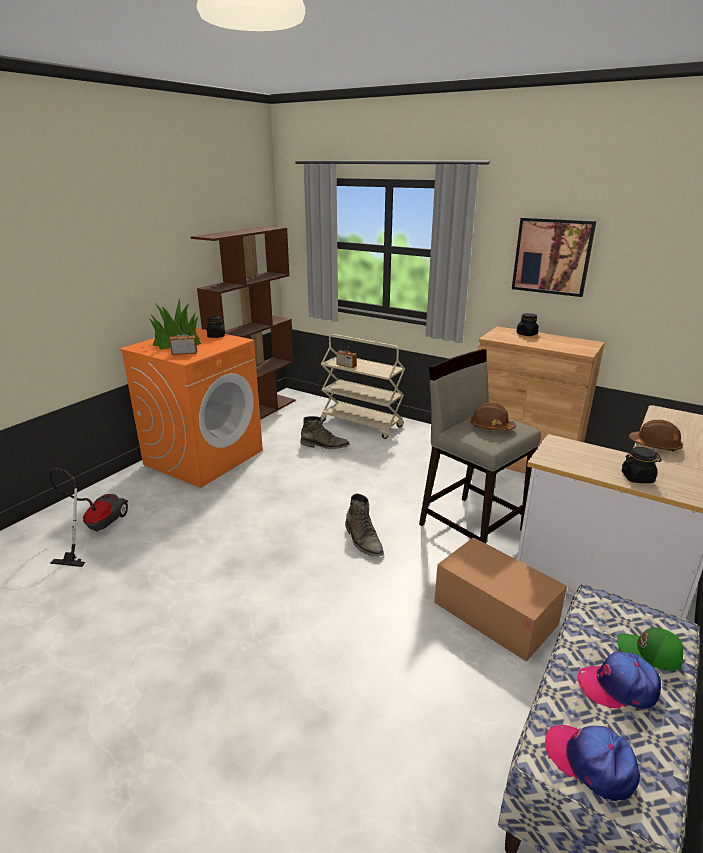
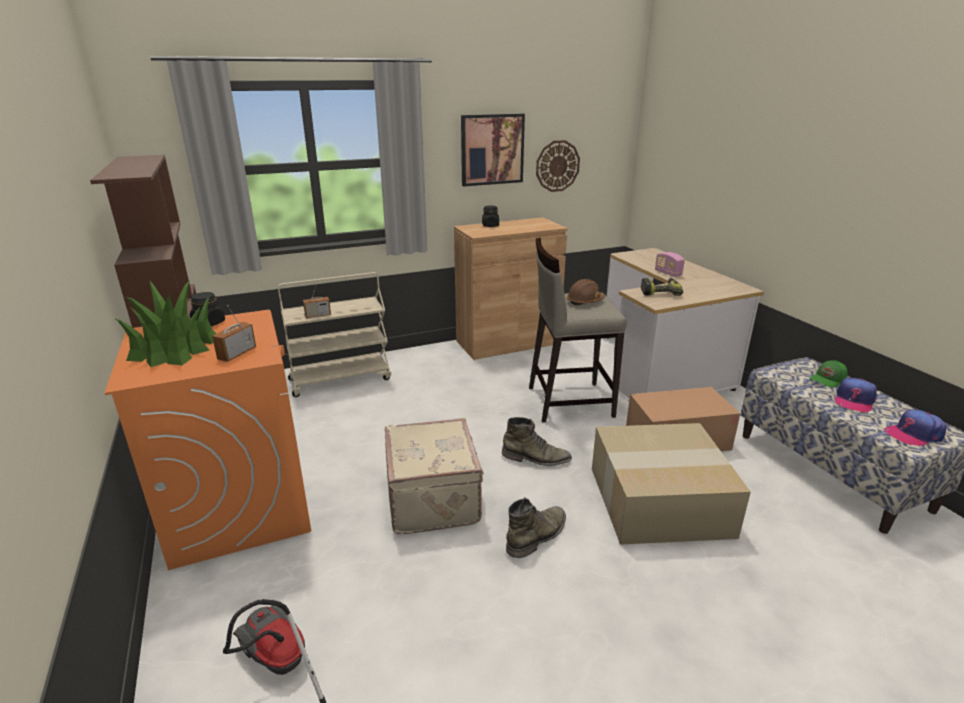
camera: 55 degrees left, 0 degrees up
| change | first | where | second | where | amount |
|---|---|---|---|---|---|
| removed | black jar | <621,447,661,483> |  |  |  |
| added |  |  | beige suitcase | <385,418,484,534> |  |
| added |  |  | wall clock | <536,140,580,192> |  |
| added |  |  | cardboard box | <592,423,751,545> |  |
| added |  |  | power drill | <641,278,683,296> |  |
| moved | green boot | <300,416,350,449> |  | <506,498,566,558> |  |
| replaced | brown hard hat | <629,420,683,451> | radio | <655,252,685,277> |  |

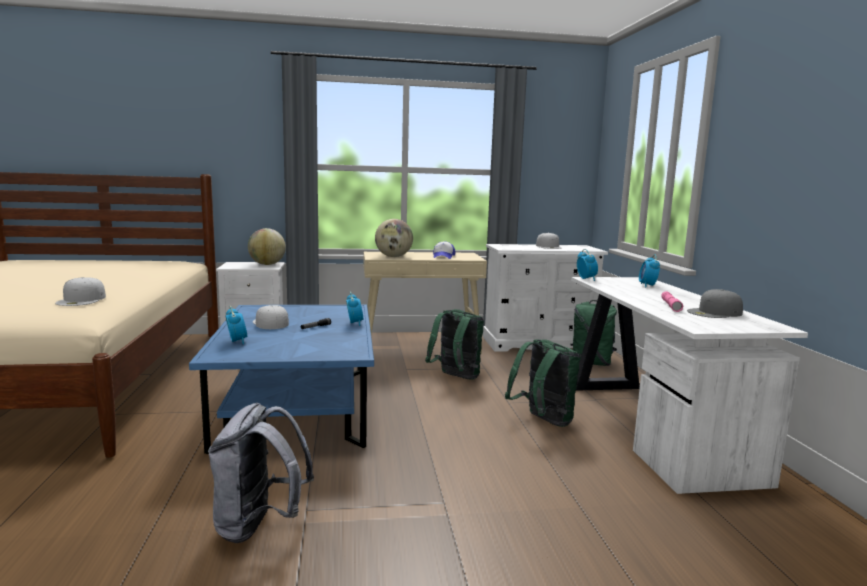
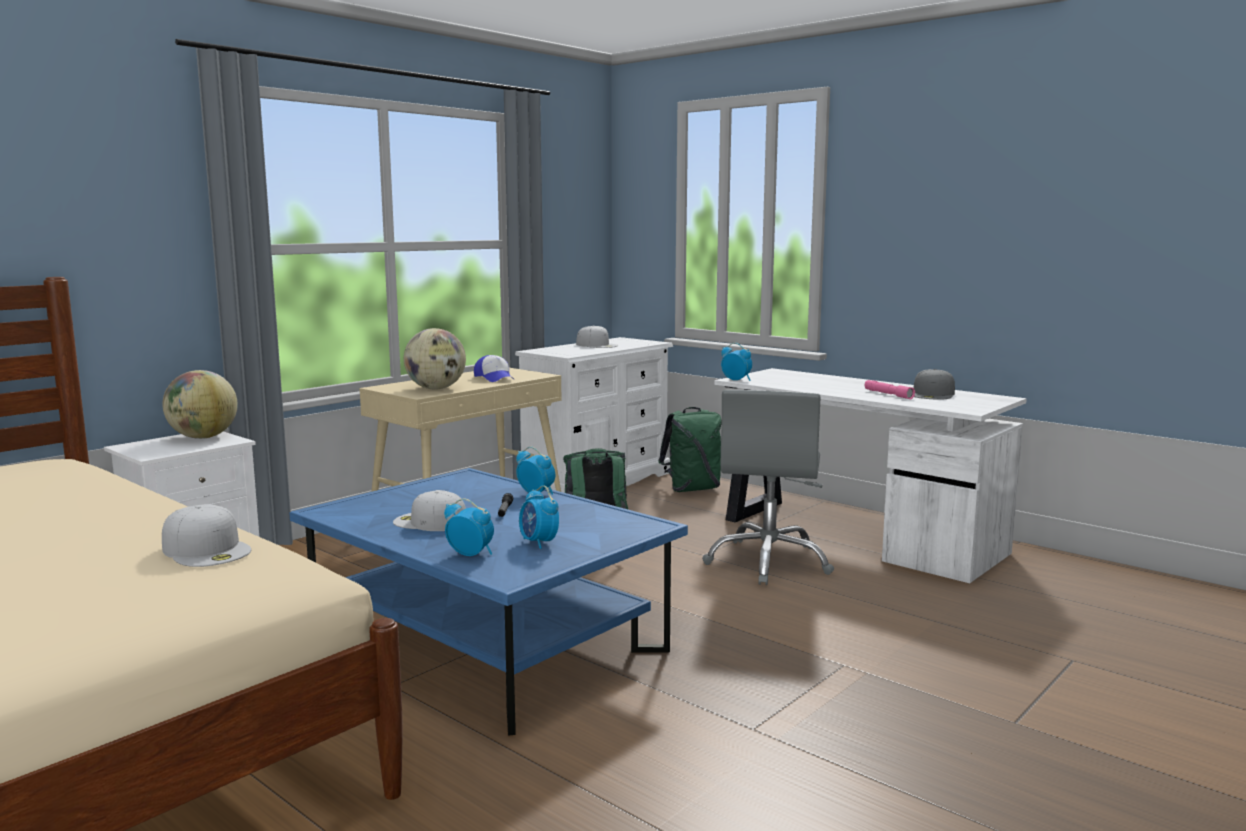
camera: 40 degrees left, 0 degrees up
| change | first | where | second | where | amount |
|---|---|---|---|---|---|
| removed | grey backpack | <208,403,314,543> |  |  |  |
| moved | alarm clock | <639,254,660,287> |  | <519,485,559,549> |  |
| replaced | green backpack | <505,339,580,427> | grey office chair | <702,390,834,585> |  |

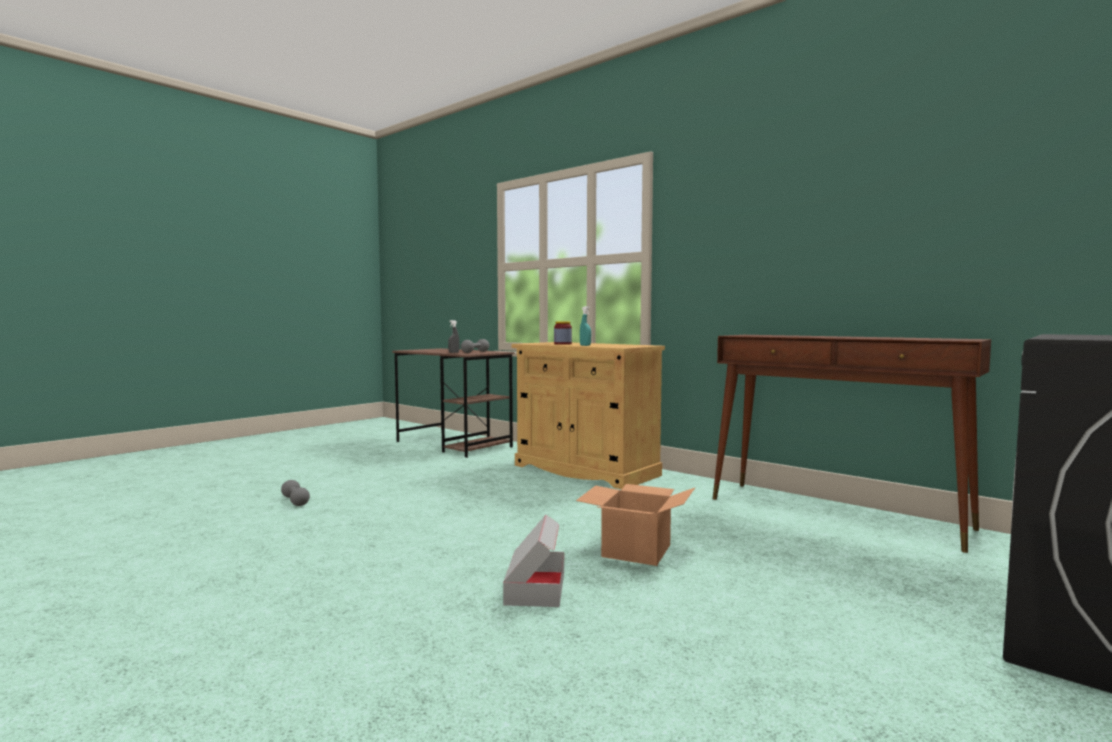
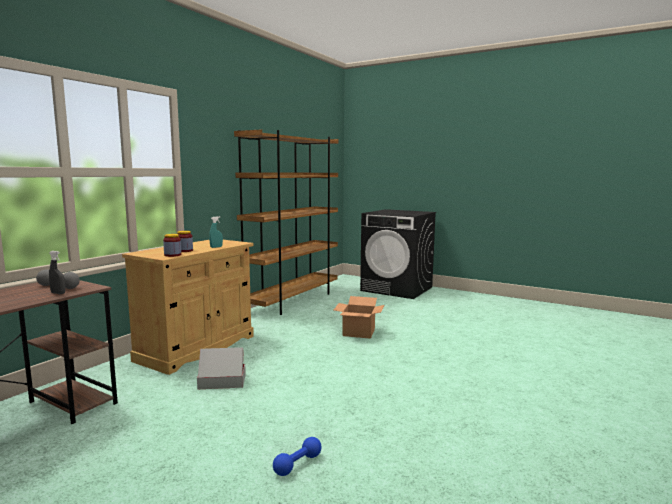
camera: 100 degrees left, 5 degrees up
| change | first | where | second | where | amount |
|---|---|---|---|---|---|
| added |  |  | jar | <163,234,181,257> |  |
| moved | cardboard box | <503,514,564,607> |  | <197,347,246,389> |  |
| replaced | brown console table | <713,335,991,553> | brown bookcase | <234,129,339,315> |  |
| recoloured | grey dumbbell | <281,480,310,506> | blue dumbbell | <273,437,322,476> |  |

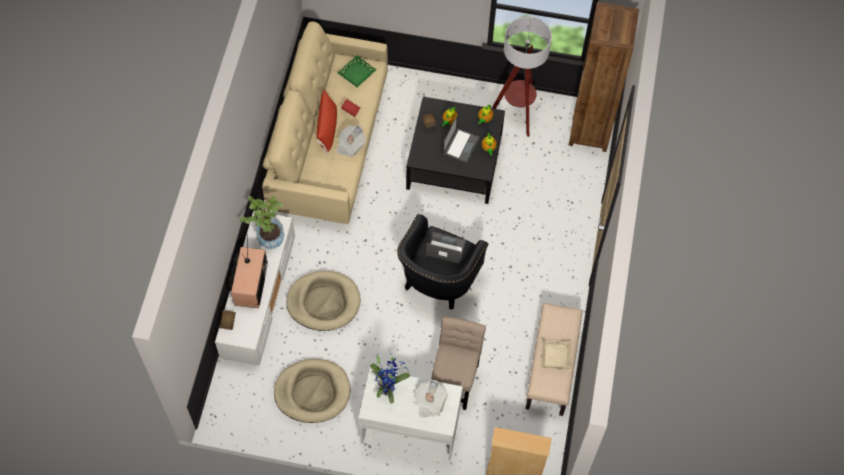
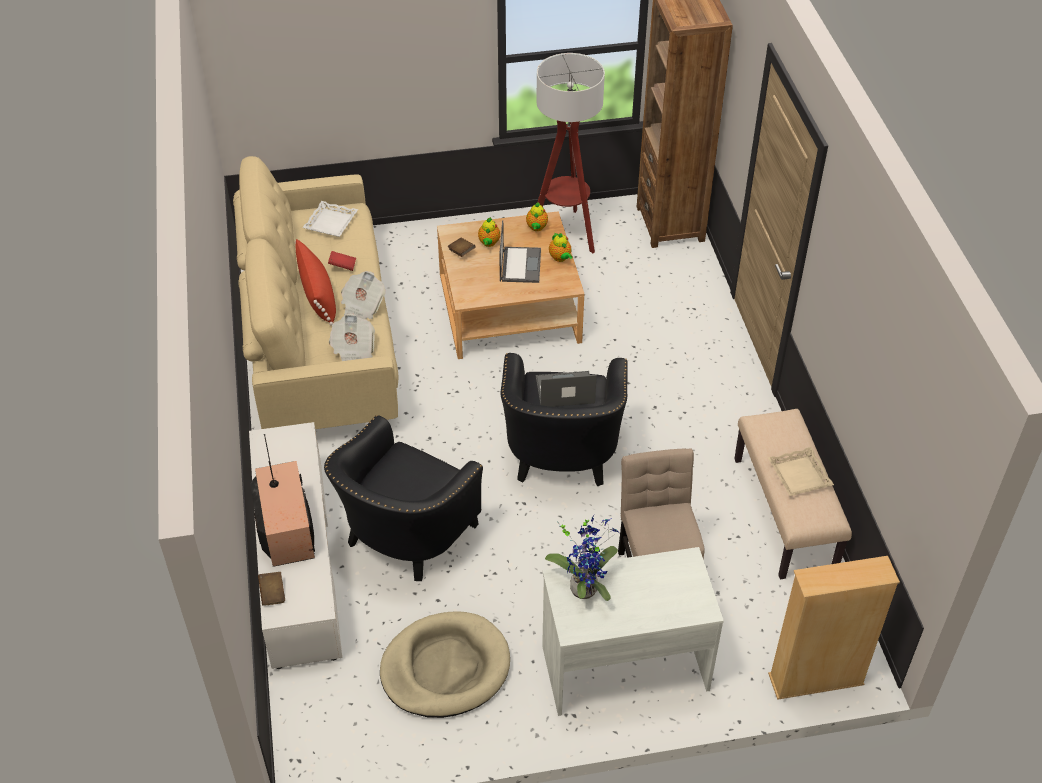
camera: 20 degrees left, 15 degrees down
| change | first | where | second | where | amount |
|---|---|---|---|---|---|
| removed | potted plant | <240,196,284,249> |  |  |  |
| moved | newspaper | <414,380,447,418> |  | <329,313,375,361> |  |
| replaced | beige dog bed | <286,271,360,331> | black armchair | <324,415,483,581> |  |
| recoloured | green tray | <337,55,377,87> | white tray | <302,201,358,237> |  |
| recoloured | black coffee table | <406,96,505,204> | beige coffee table | <437,211,584,359> |  |

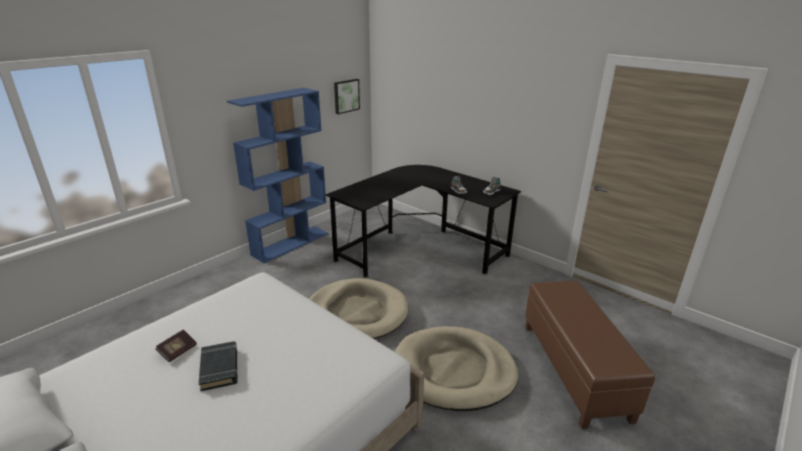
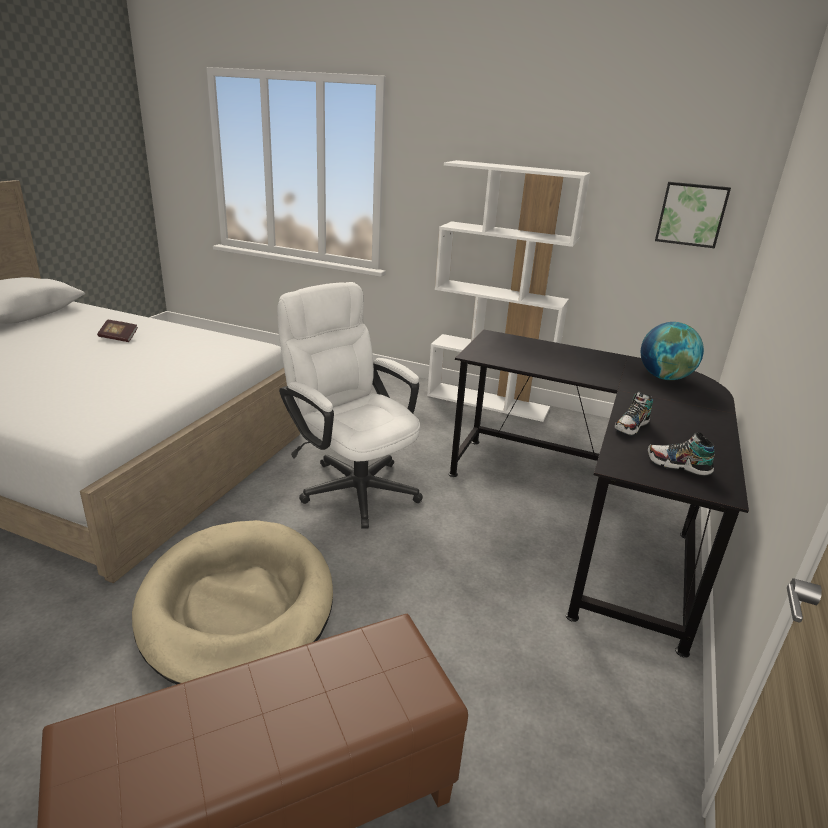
camera: 70 degrees right, 0 degrees up
| change | first | where | second | where | amount |
|---|---|---|---|---|---|
| removed | black book | <199,341,238,391> |  |  |  |
| added |  |  | globe | <641,322,704,380> |  |
| replaced | beige dog bed | <309,278,408,339> | white office chair | <277,282,423,528> |  |
| recoloured | blue bookcase | <227,88,328,263> | white bookcase | <427,160,590,422> |  |

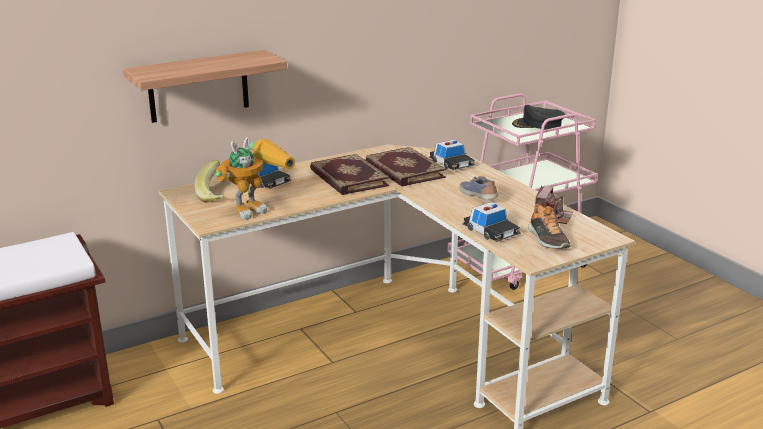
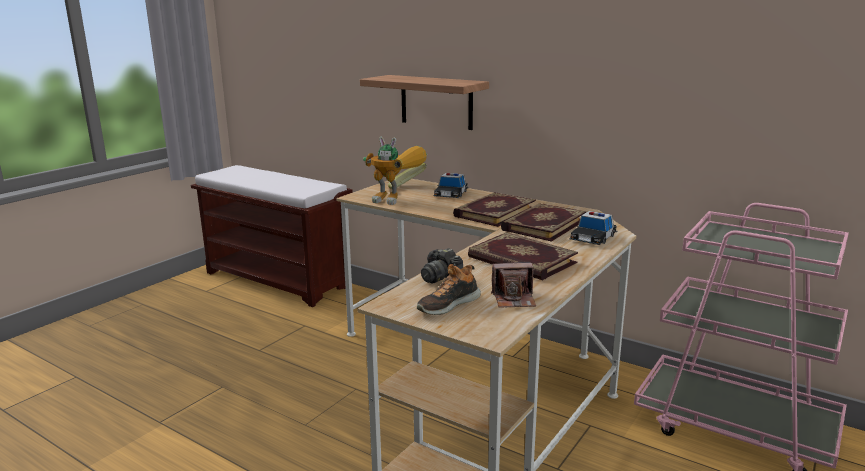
camera: 65 degrees right, 5 degrees down
| change | first | where | second | where | amount |
|---|---|---|---|---|---|
| removed | black cap | <512,105,565,130> |  |  |  |
| replaced | shoe | <459,176,498,200> | book | <468,232,578,280> |  |
| replaced | toy car | <462,202,521,242> | photo camera | <421,248,463,284> |  |

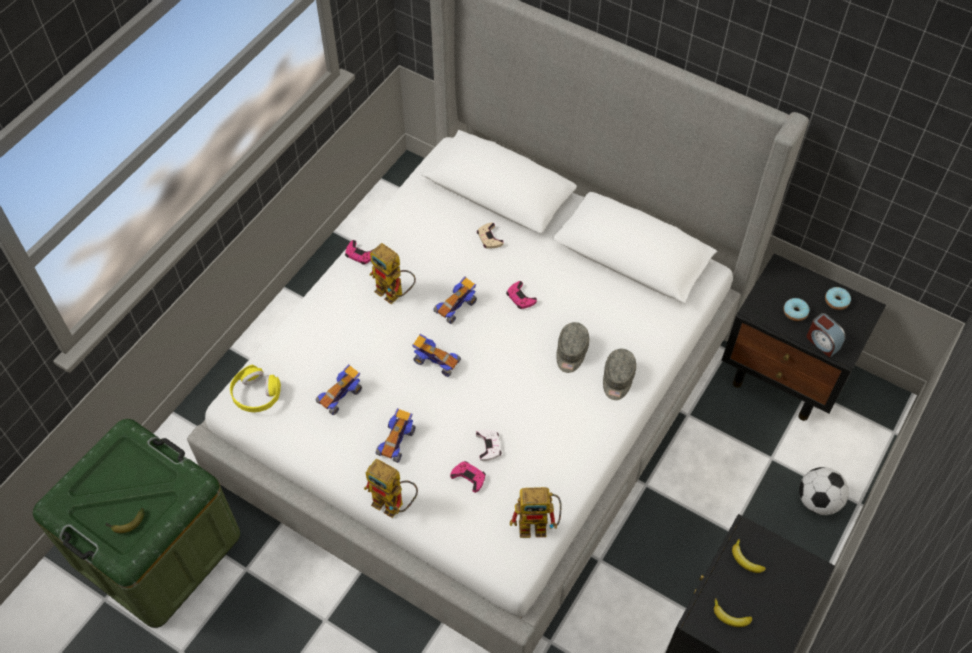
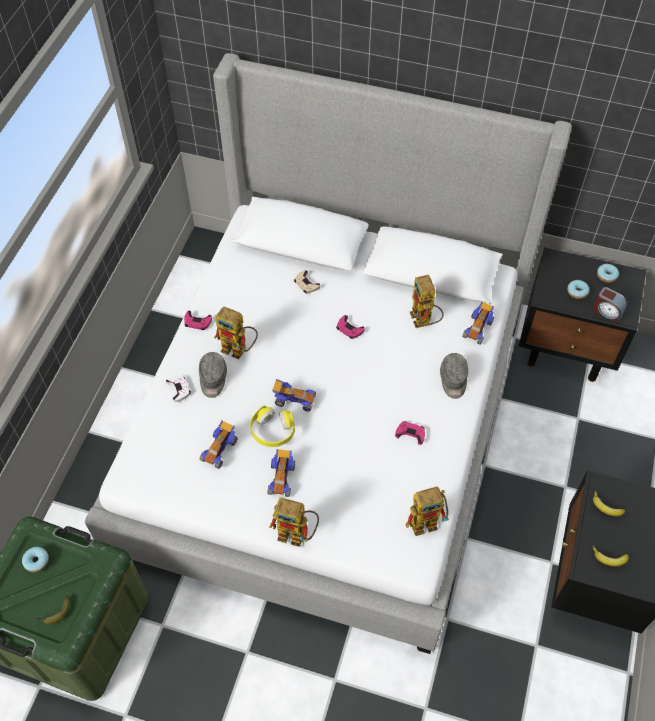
camera: 15 degrees left, 0 degrees up
| change | first | where | second | where | amount |
|---|---|---|---|---|---|
| removed | football | <799,467,849,515> |  |  |  |
| added |  |  | donut | <22,547,49,572> |  |
| added |  |  | toy robot | <410,275,444,328> |  |
| moved | yellow headphones | <230,365,281,412> |  | <250,405,295,447> |  |
| moved | toy car | <433,277,477,324> |  | <462,301,494,344> |  |
| moved | pink game controller | <450,461,486,493> |  | <395,421,425,445> |  |
| moved | white game controller | <476,429,502,461> |  | <166,376,191,402> |  |
| moved | grey cap | <556,322,590,373> |  | <199,352,227,398> |  |

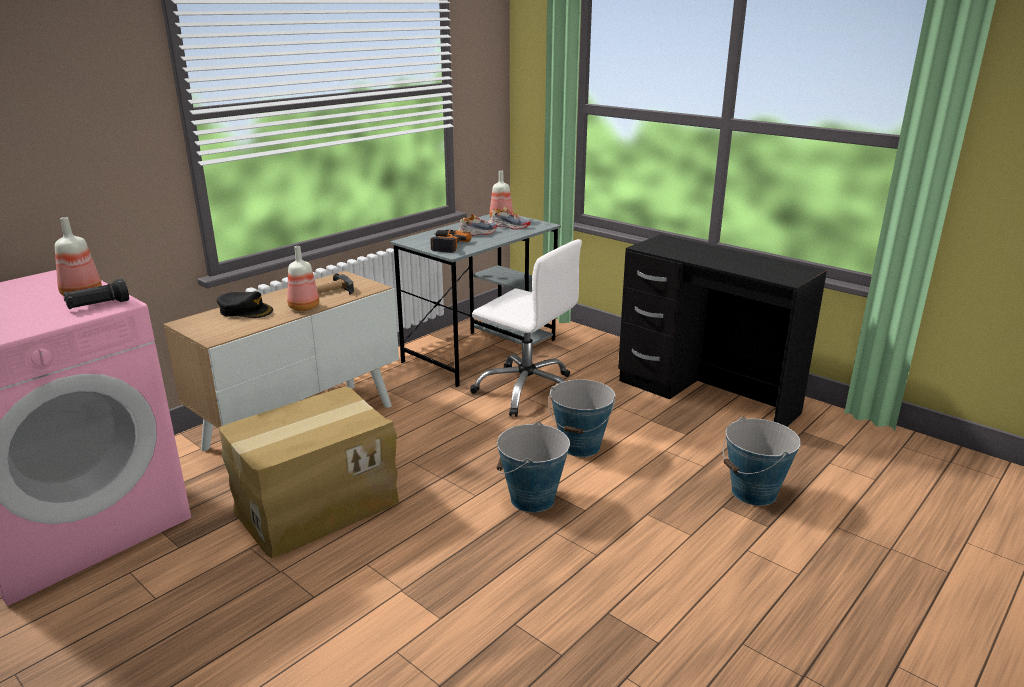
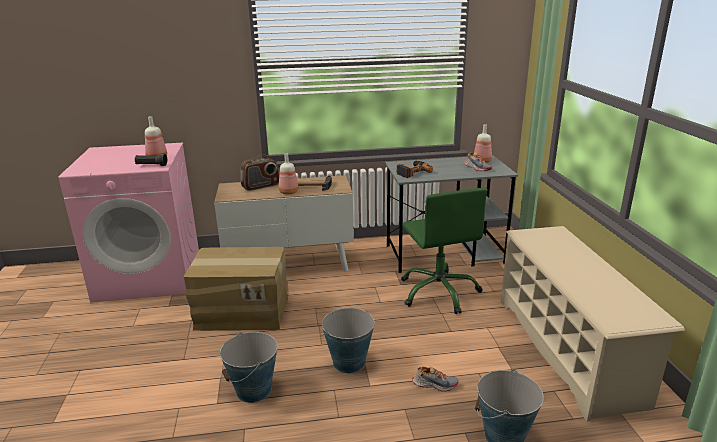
camera: 40 degrees right, 0 degrees up
| change | first | where | second | where | amount |
|---|---|---|---|---|---|
| moved | shoe | <458,214,497,236> |  | <412,366,459,392> |  |
| moved | bucket | <548,379,615,457> |  | <220,332,278,403> |  |
| replaced | black cap | <217,291,273,318> | radio | <241,154,279,191> |  |
| replaced | black desk | <618,234,827,427> | beige shoe rack | <501,226,685,422> |  |
| recoloured | white office chair | <470,239,582,417> | green office chair | <401,188,487,314> |  |

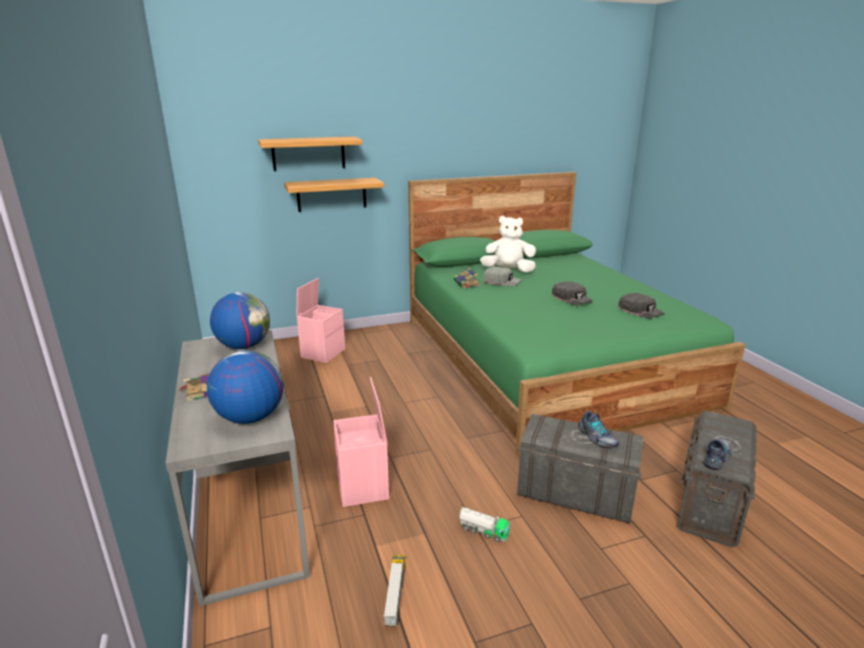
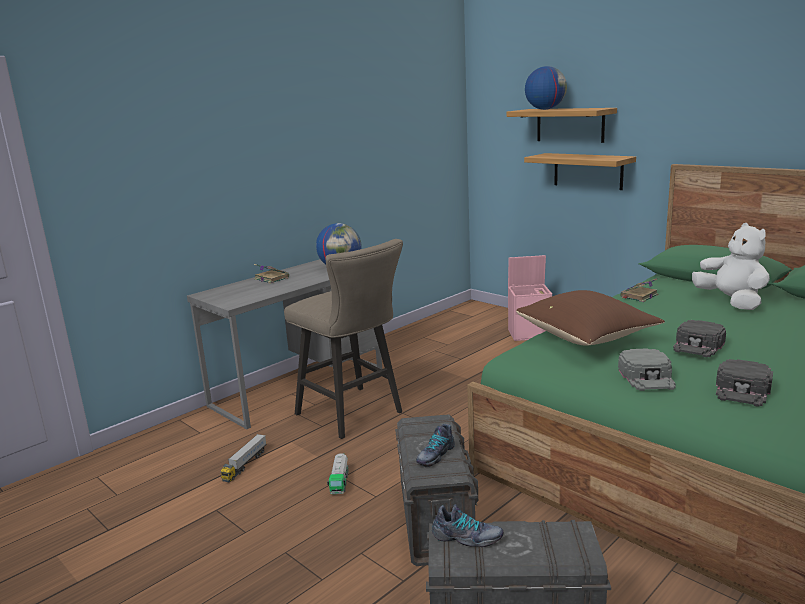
camera: 65 degrees right, 5 degrees down
| change | first | where | second | where | amount |
|---|---|---|---|---|---|
| added |  |  | brown pillow | <516,290,665,346> |  |
| moved | globe | <207,350,284,424> |  | <525,66,567,110> |  |
| moved | grey cap | <483,267,522,286> |  | <618,348,676,391> |  |
| replaced | pink storage box | <333,377,389,507> | beige stool | <284,239,403,439> |  |
| turned | toy truck | <383,555,405,627> |  | <220,434,267,482> | 135 degrees clockwise |

